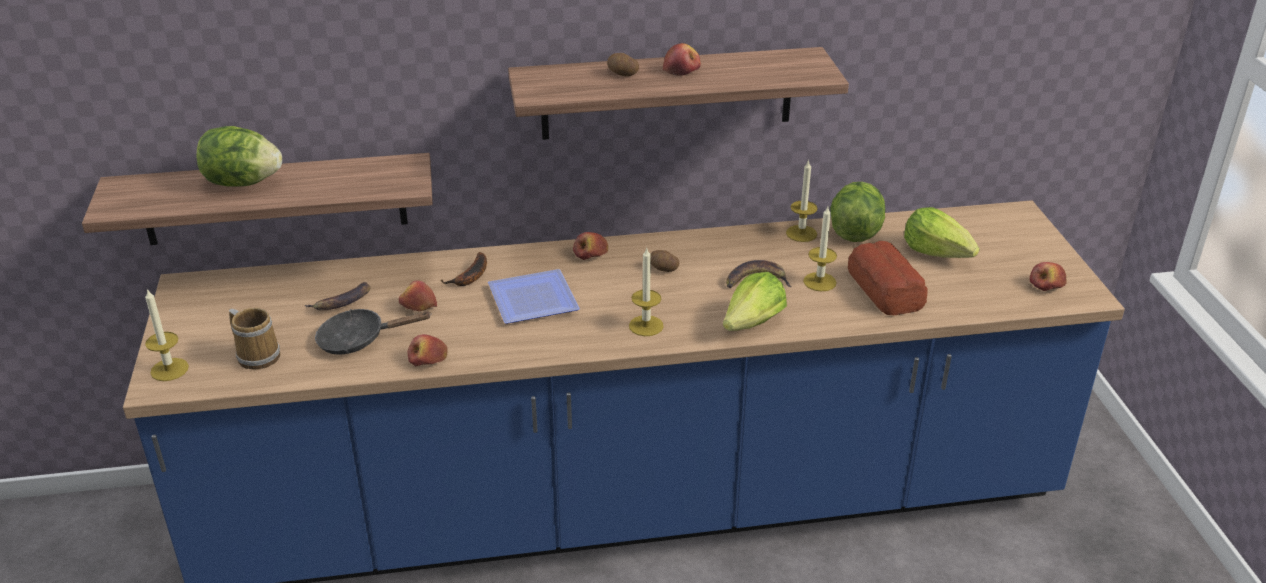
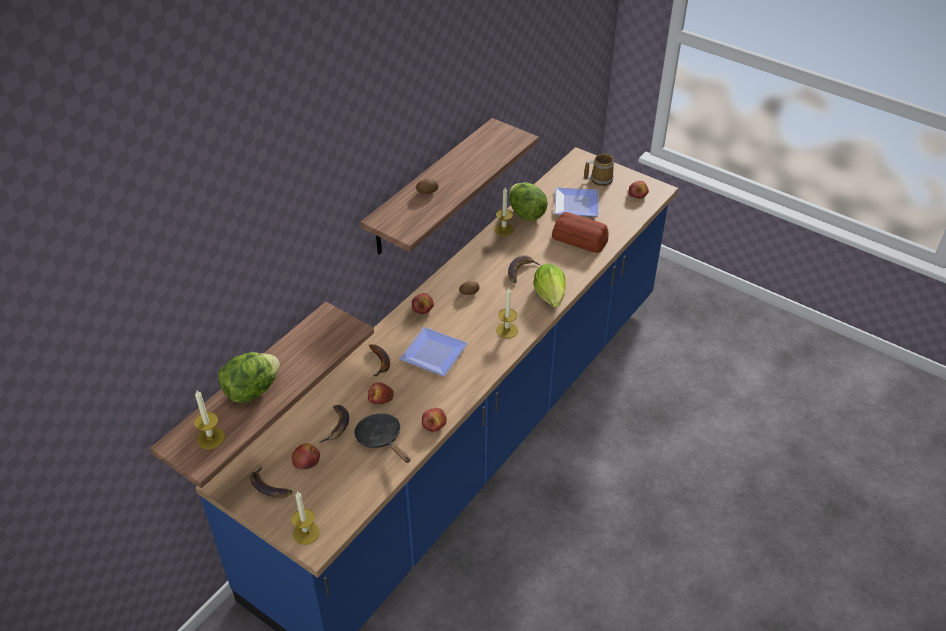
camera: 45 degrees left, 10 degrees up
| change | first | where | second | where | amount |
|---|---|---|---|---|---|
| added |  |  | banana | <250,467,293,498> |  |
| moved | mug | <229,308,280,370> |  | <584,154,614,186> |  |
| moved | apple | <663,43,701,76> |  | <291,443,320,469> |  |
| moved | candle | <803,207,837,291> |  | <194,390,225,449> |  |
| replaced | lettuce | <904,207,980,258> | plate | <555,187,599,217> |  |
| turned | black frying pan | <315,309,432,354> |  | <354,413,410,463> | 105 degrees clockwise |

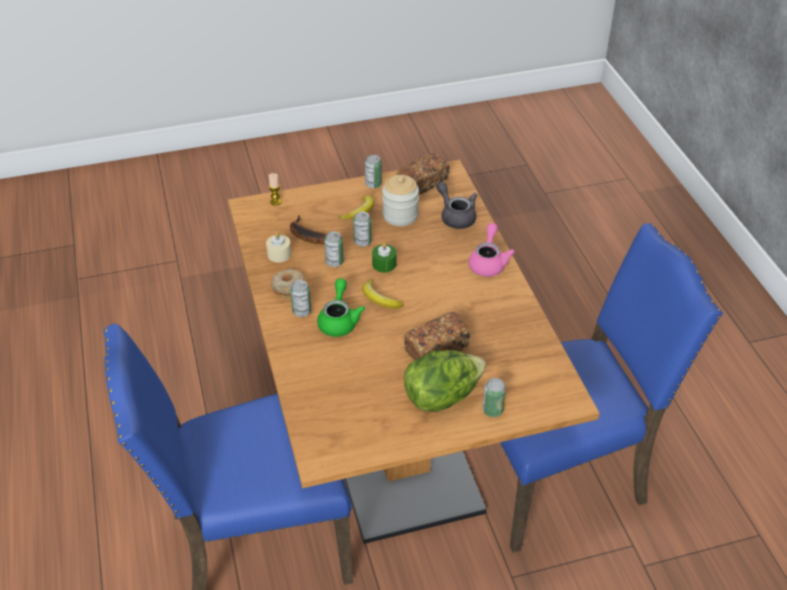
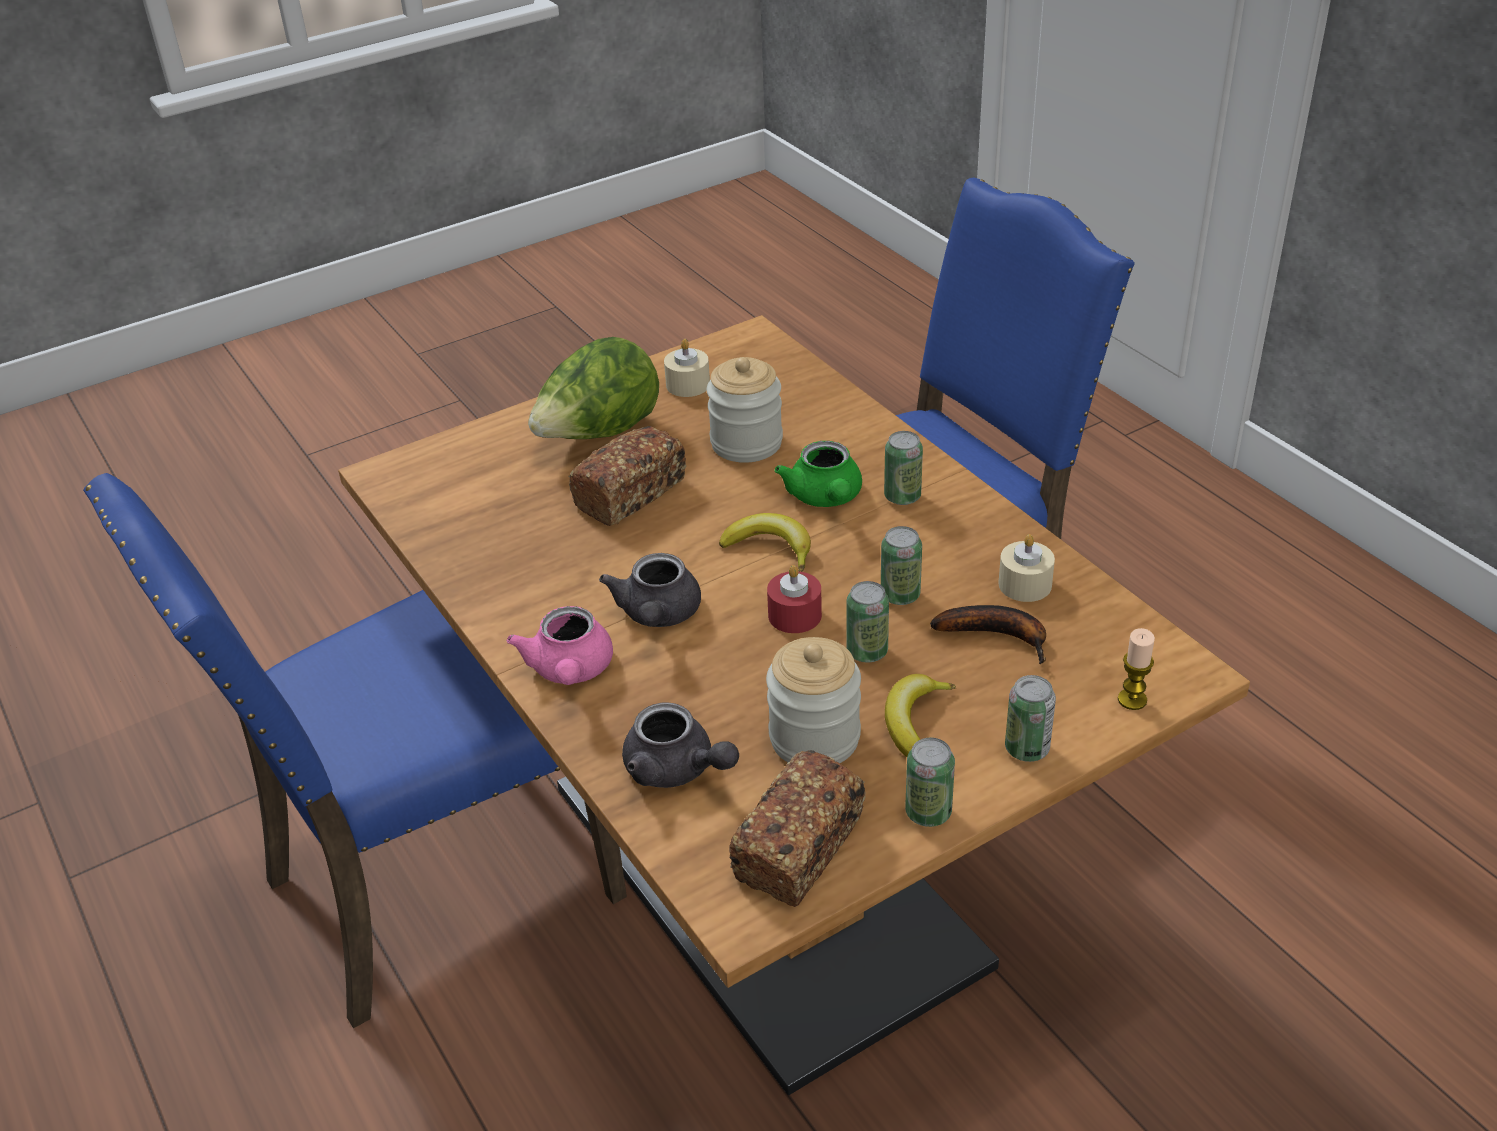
camera: 165 degrees right, 5 degrees down
| change | first | where | second | where | amount |
|---|---|---|---|---|---|
| removed | donut | <271,269,305,298> |  |  |  |
| added |  |  | grey teapot | <599,553,701,627> |  |
| added |  |  | beige candle | <664,339,710,397> |  |
| added |  |  | jar | <707,357,783,463> |  |
| moved | can | <483,378,506,417> |  | <1005,675,1056,762> |  |
| recoloured | green candle | <372,242,397,273> | red candle | <767,565,822,633> |  |

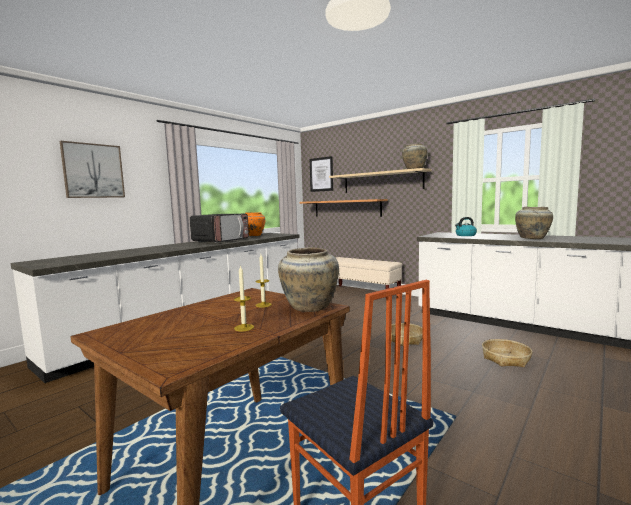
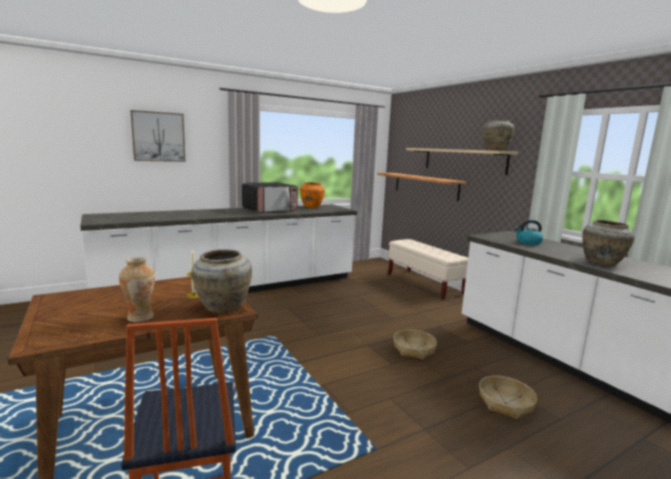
camera: 20 degrees right, 5 degrees up
| change | first | where | second | where | amount |
|---|---|---|---|---|---|
| removed | picture | <310,156,333,192> |  |  |  |
| replaced | candle | <234,265,254,331> | vase | <119,257,155,322> |  |

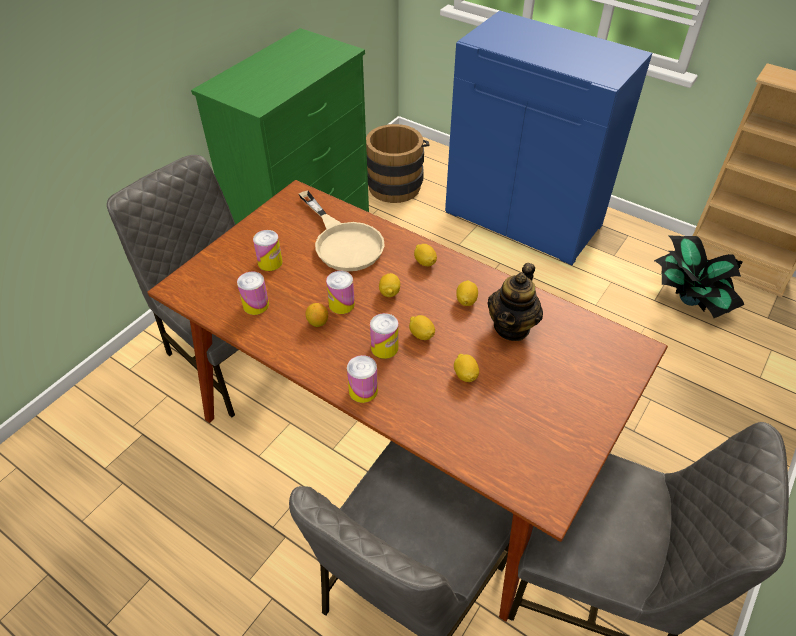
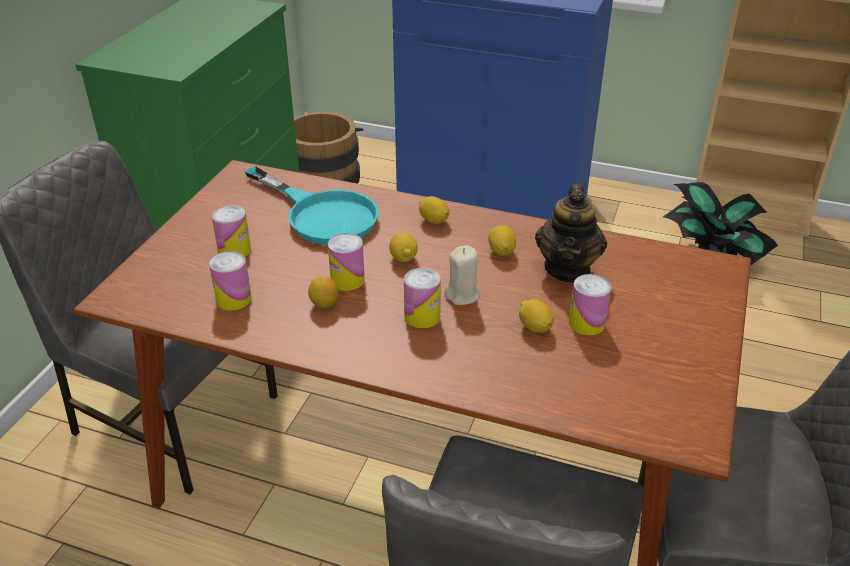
camera: 15 degrees left, 10 degrees down
| change | first | where | second | where | amount |
|---|---|---|---|---|---|
| moved | can | <347,355,378,403> |  | <569,274,612,335> |  |
| replaced | lemon | <409,315,435,340> | beige candle | <444,245,480,305> |  |
| recoloured | beige frying pan | <299,190,385,272> | turquoise frying pan | <245,166,378,245> |  |

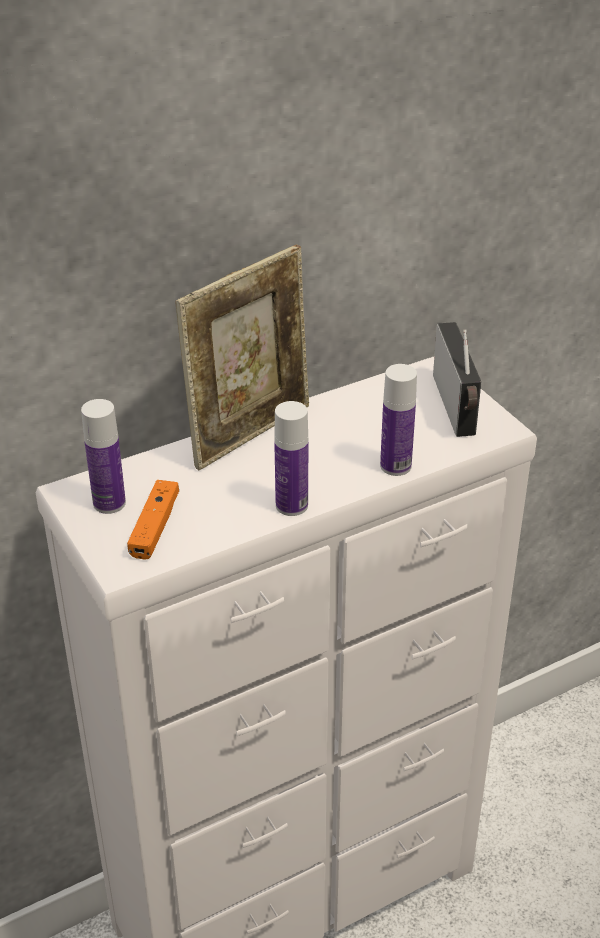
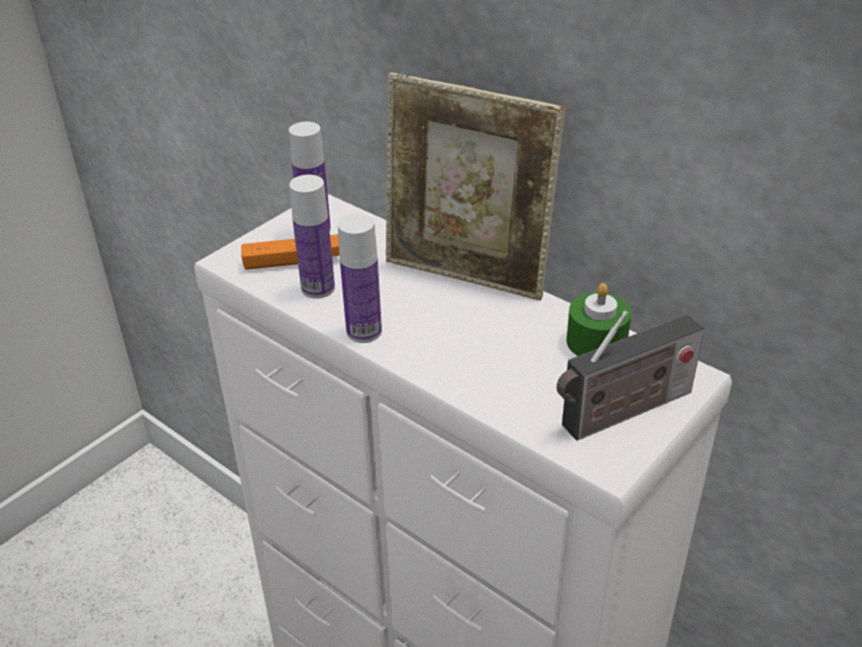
camera: 70 degrees right, 0 degrees up
| change | first | where | second | where | amount |
|---|---|---|---|---|---|
| added |  |  | green candle | <566,283,631,356> |  |
| moved | bottle | <380,364,417,476> |  | <289,175,335,299> |  |

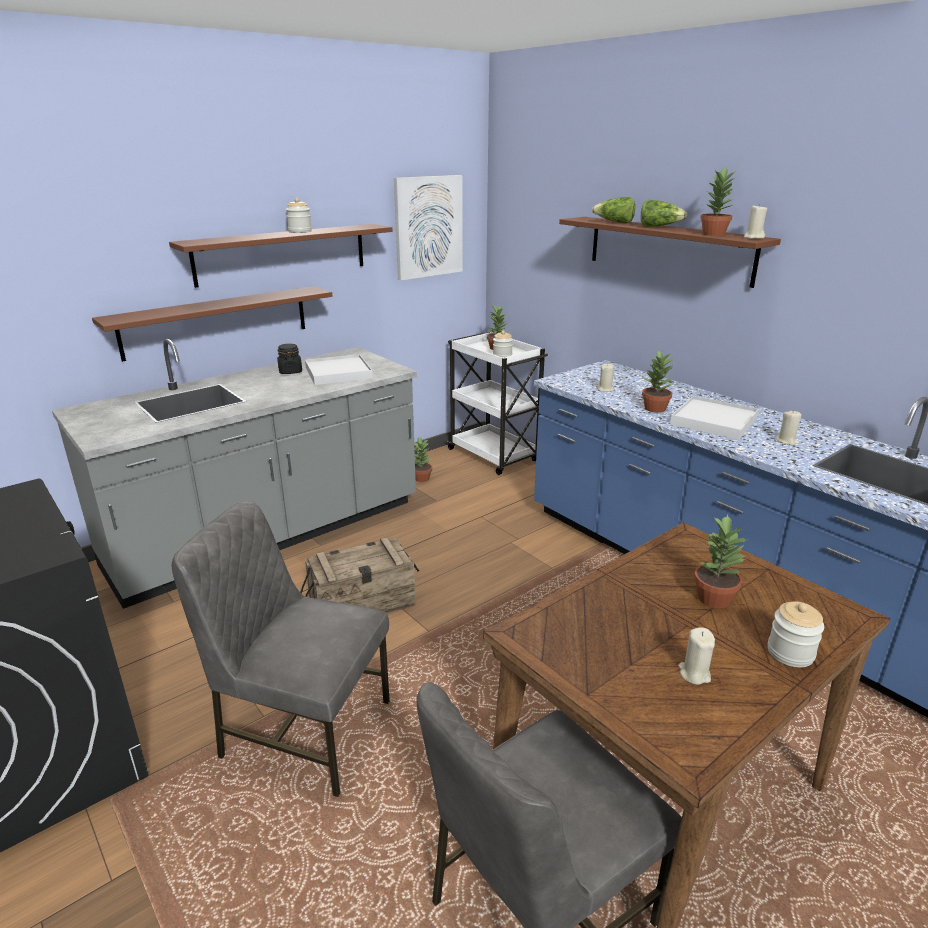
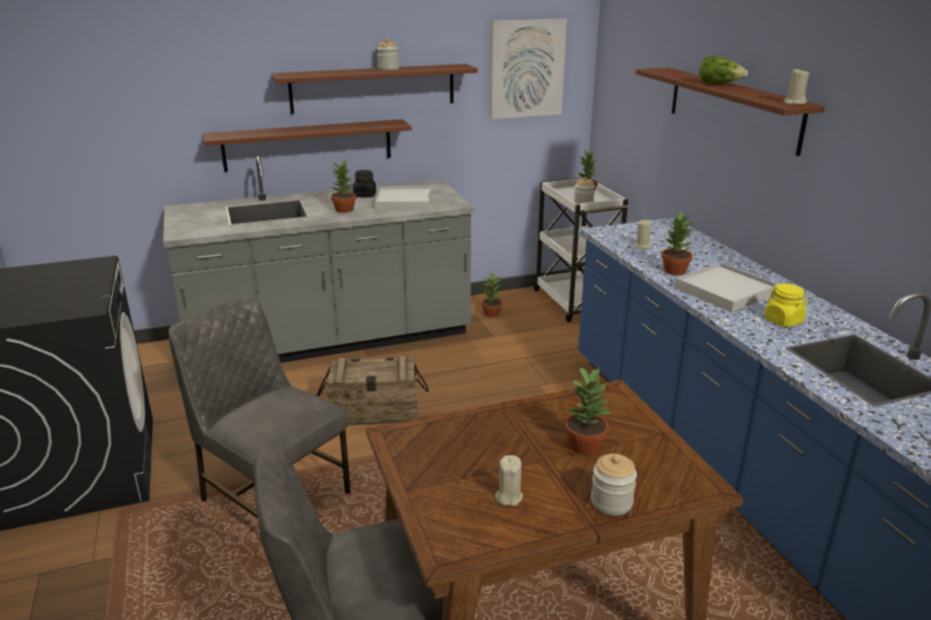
camera: 20 degrees right, 0 degrees up
| change | first | where | second | where | amount |
|---|---|---|---|---|---|
| removed | lettuce | <592,197,635,223> |  |  |  |
| moved | potted plant | <700,168,736,236> |  | <331,159,356,213> |  |
| replaced | beige candle | <776,410,801,445> | yellow jar | <764,283,808,327> |  |

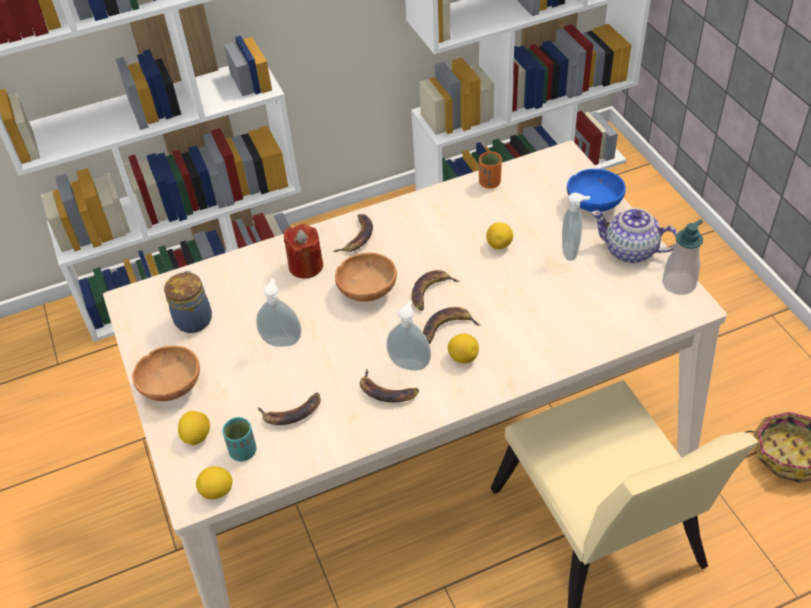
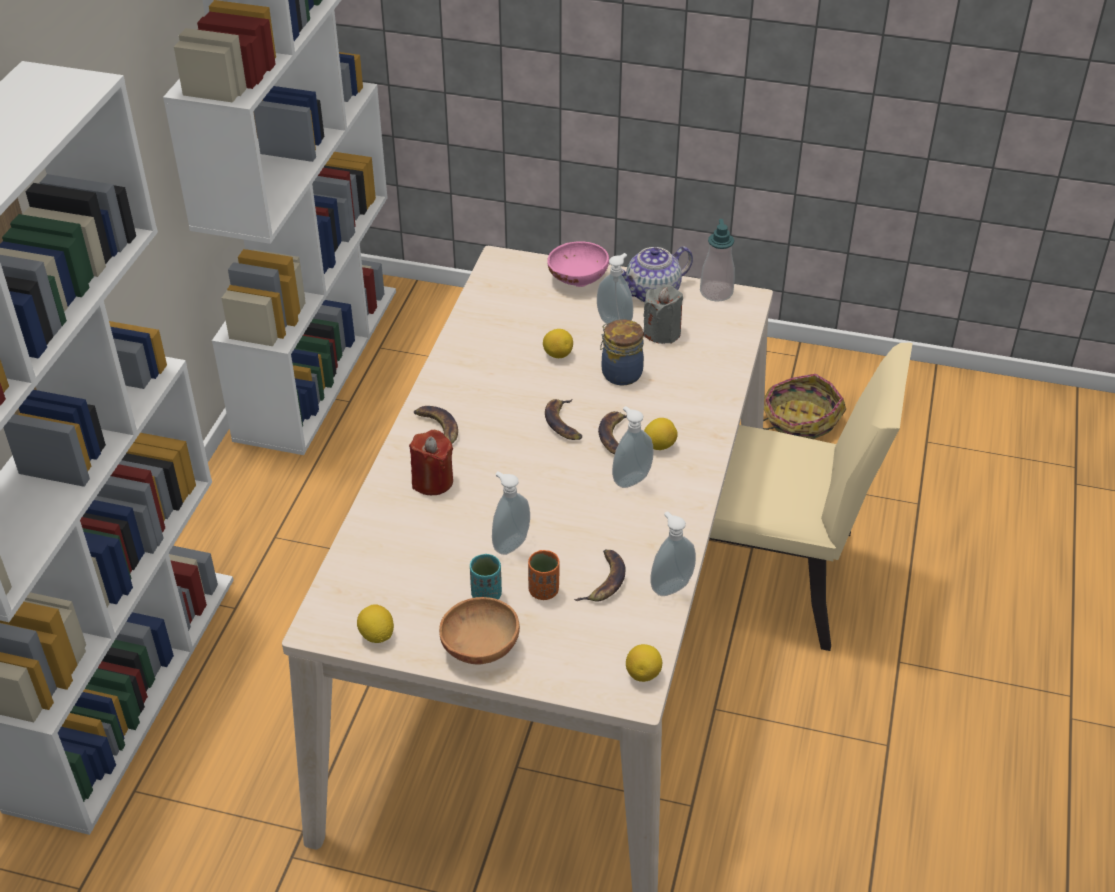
camera: 55 degrees left, 5 degrees down
| change | first | where | second | where | amount |
|---|---|---|---|---|---|
| removed | brown bowl | <335,252,397,302> |  |  |  |
| removed | banana | <360,369,419,403> |  |  |  |
| added |  |  | grey candle | <643,285,683,344> |  |
| added |  |  | soap dispenser | <650,511,696,596> |  |
| moved | jar | <164,271,212,333> |  | <600,319,644,386> |  |
| moved | lemon | <178,411,210,445> |  | <357,604,394,643> |  |
| moved | turquoise cup | <223,417,256,462> |  | <470,554,502,599> |  |
| moved | orange cup | <479,152,502,189> |  | <528,550,560,600> |  |
| recoloured | blue bowl | <567,169,626,212> | pink bowl | <547,241,609,287> |  |

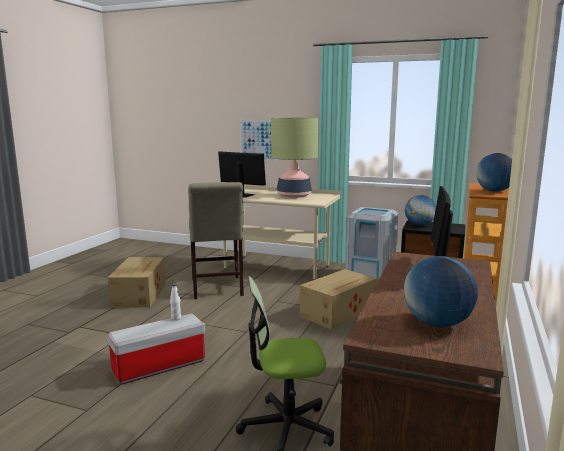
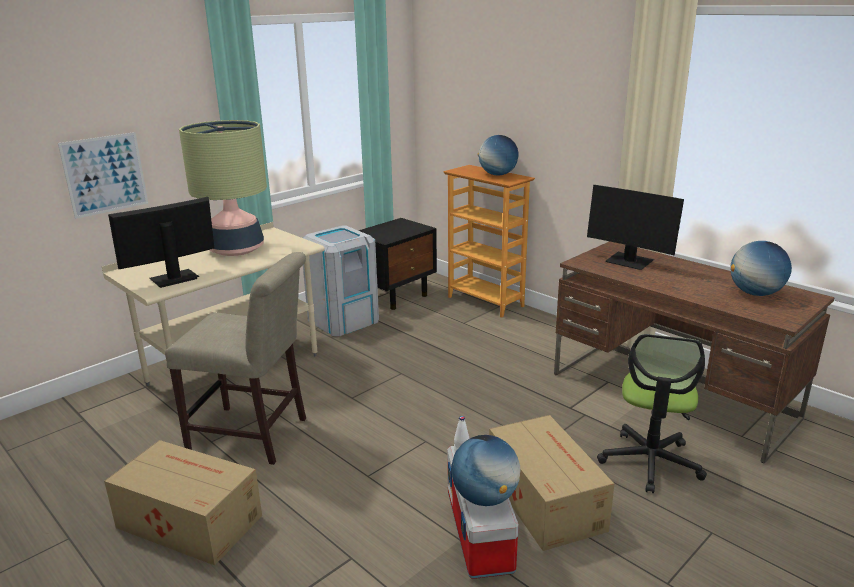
camera: 65 degrees left, 10 degrees up
| change | first | where | second | where | amount |
|---|---|---|---|---|---|
| moved | cardboard box | <299,269,377,330> |  | <489,415,614,551> |  |
| moved | globe | <405,195,436,226> |  | <451,435,520,506> |  |

